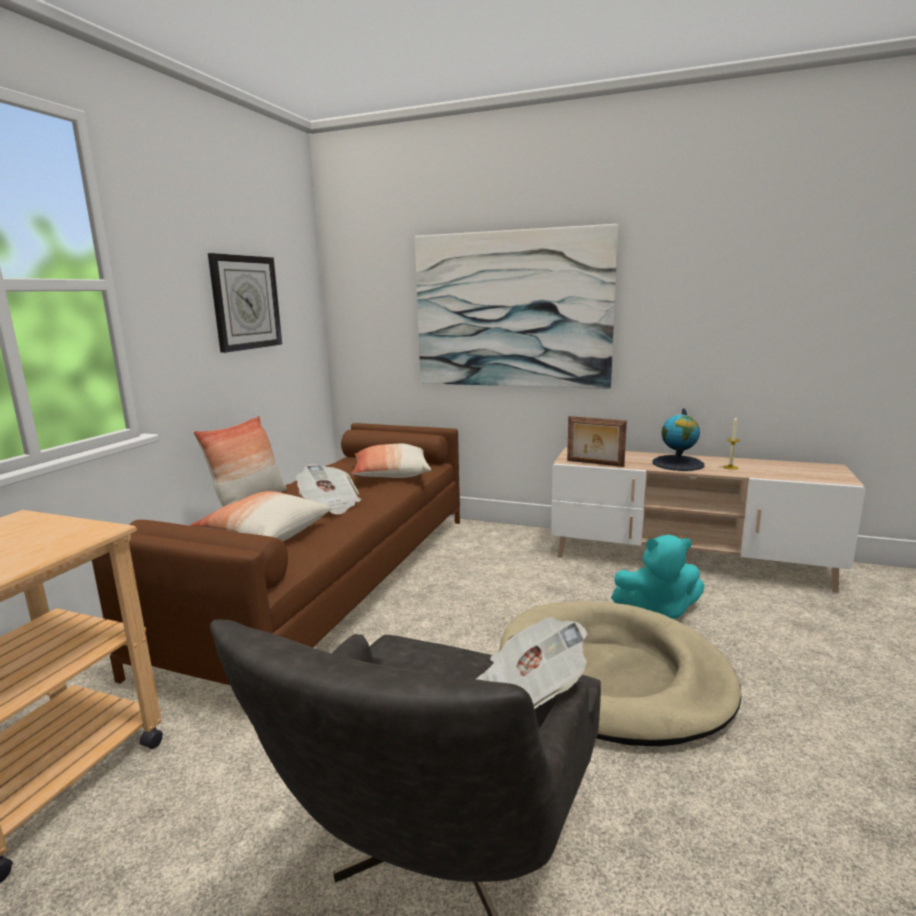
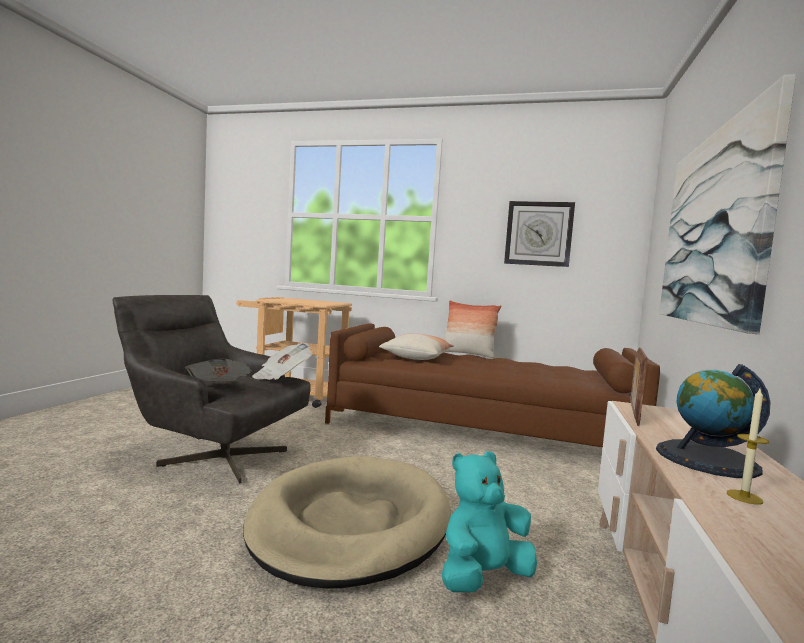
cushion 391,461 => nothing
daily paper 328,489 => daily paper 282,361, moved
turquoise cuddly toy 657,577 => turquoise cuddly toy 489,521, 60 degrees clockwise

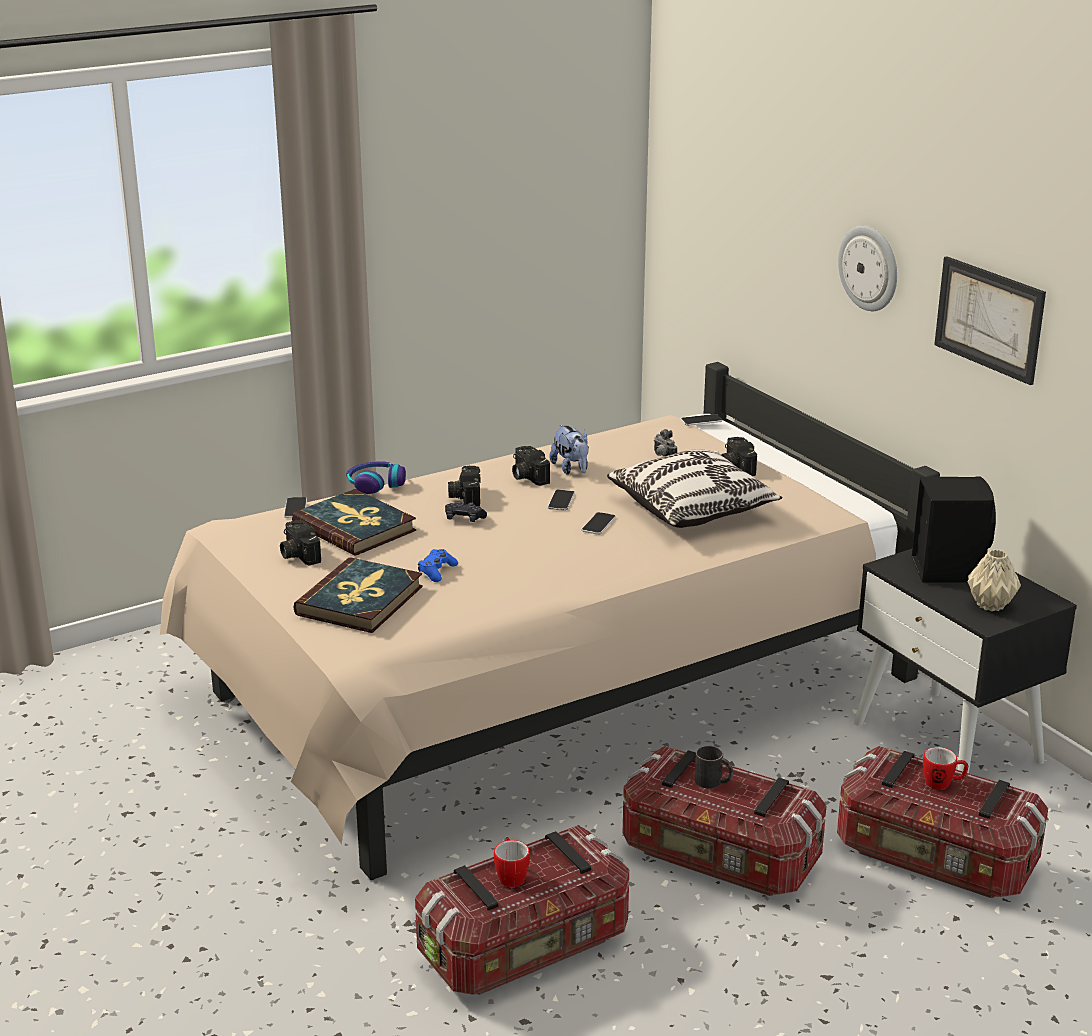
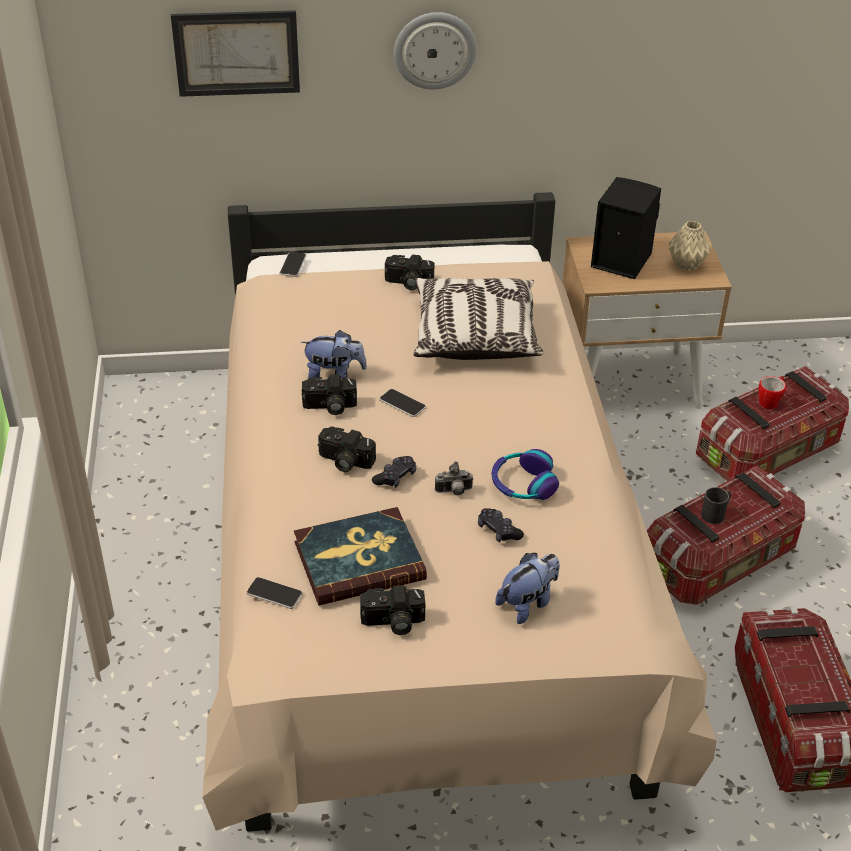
picture 990,320 => picture 235,53, moved
photo camera 665,443 => photo camera 454,478, moved
headphones 376,477 => headphones 525,474, moved
handset 598,523 => nothing
blue-coloured gamepad 438,565 => black gamepad 501,525
black night table 965,661 => beige-coloured night table 647,320
bound book 358,595 => cuddly toy 527,588
mug 512,862 => nothing

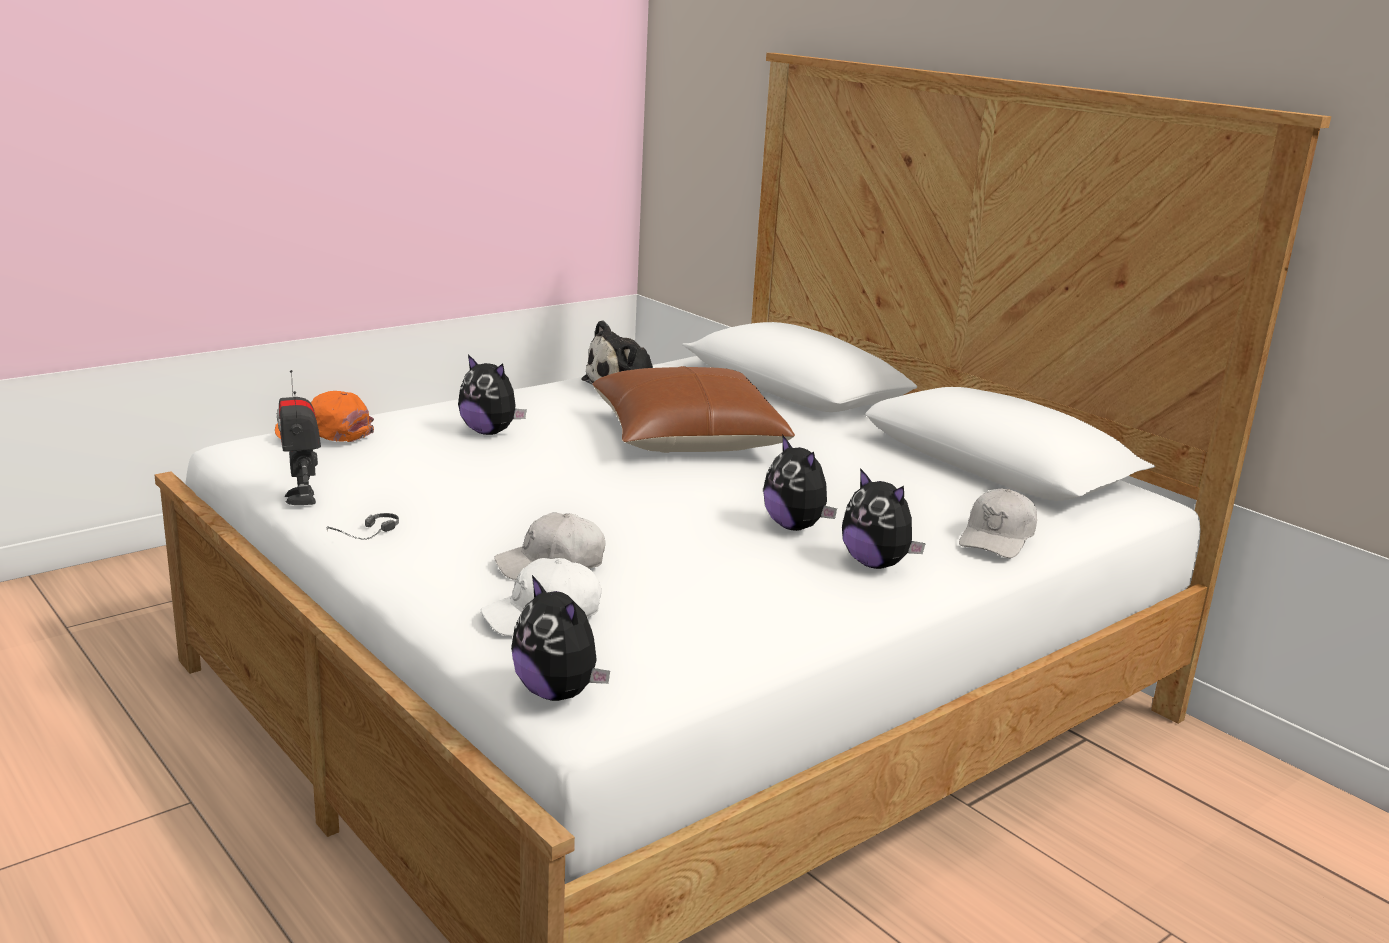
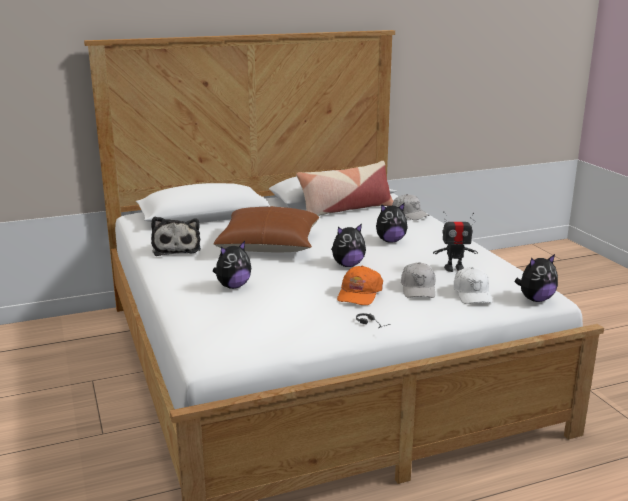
toy robot 299,437 => toy robot 455,241, moved
orangey cap 324,416 => orangey cap 360,285, moved
cuddly toy 884,518 => cuddly toy 348,245, moved
nothing => cushion 344,188

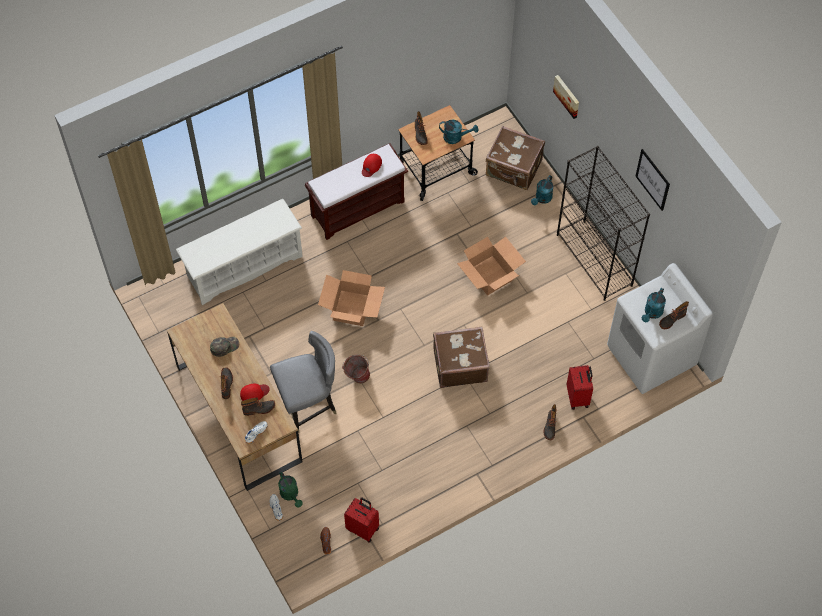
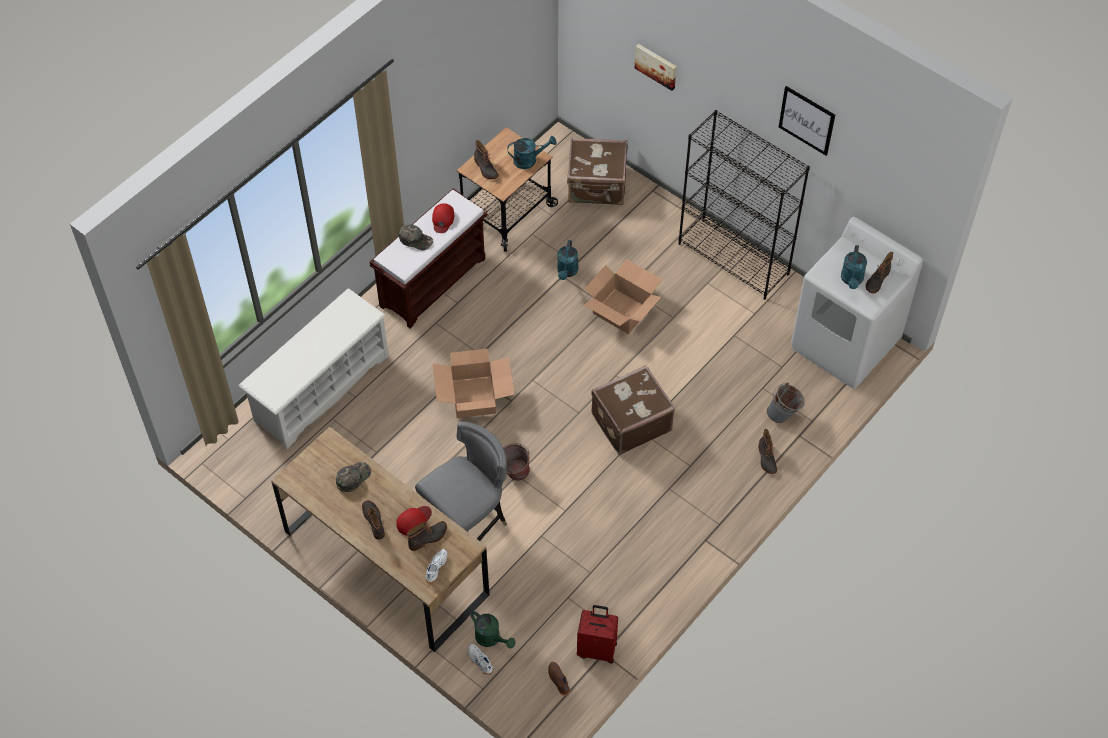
turquoise sprinkling can 542,190 => turquoise sprinkling can 568,260, moved
red-coloured travel case 580,387 => greyish water bucket 786,402
nothing => greenish cap 416,237

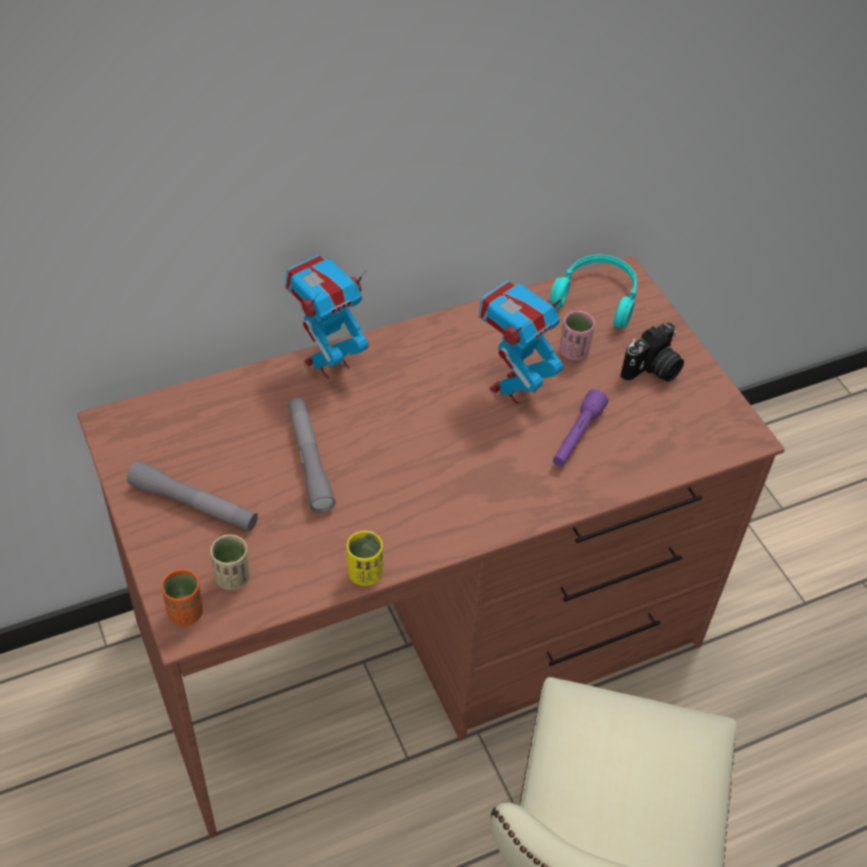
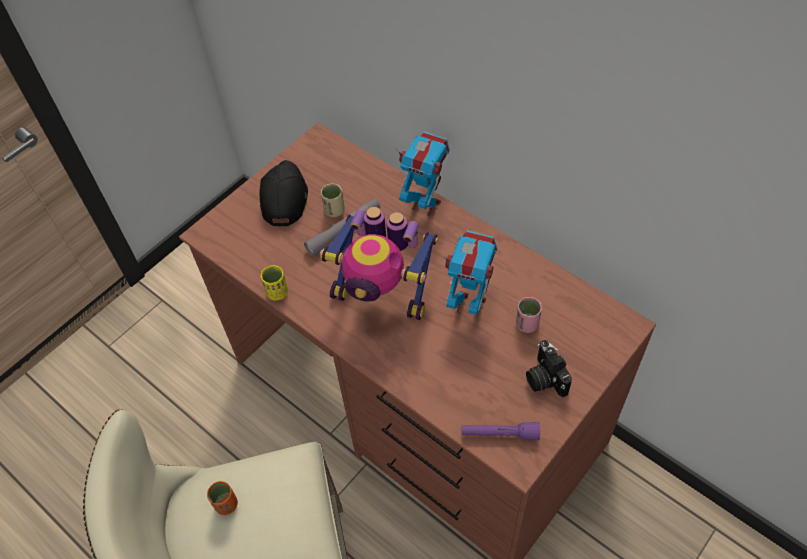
turquoise headphones 593,291 => nothing
photo camera 652,352 => photo camera 549,368, 45 degrees clockwise
purple-coloured hand torch 580,427 => purple-coloured hand torch 501,431, moved
greyish hand torch 192,495 => black cap 283,193
beige-coloured cup 230,562 => beige-coloured cup 333,200, moved
orangey cup 182,597 => orangey cup 222,498, moved
nothing => toy robot 379,263

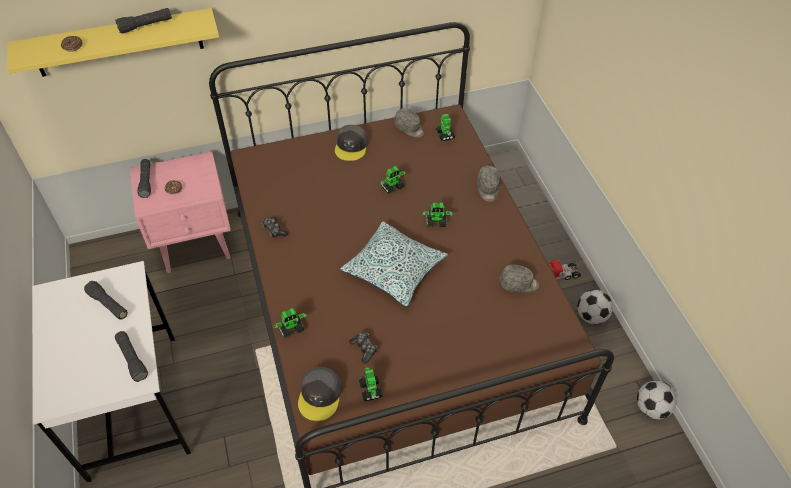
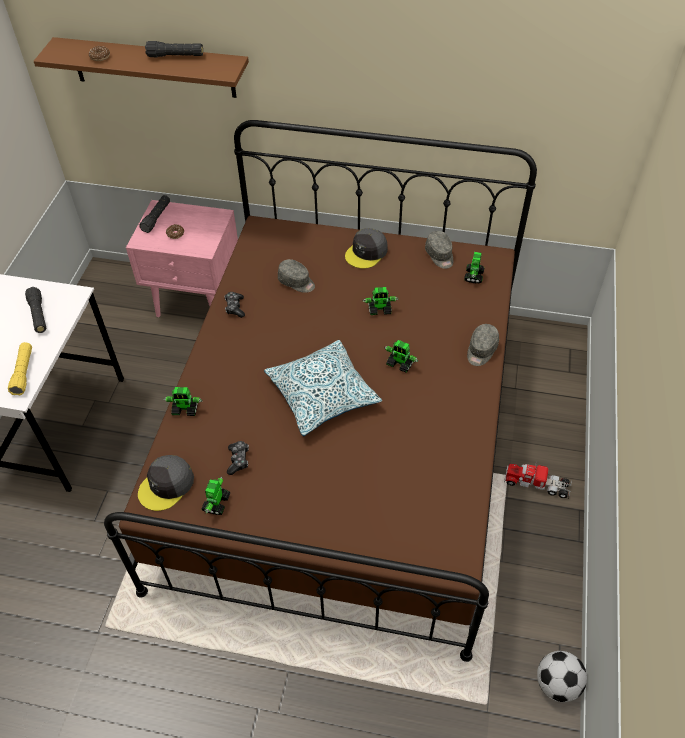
yellowish bracket shelf 113,42 => brownish bracket shelf 141,67
greyish cap 519,278 => greyish cap 296,276, moved
football ball 595,307 => nothing
black hand torch 131,356 => yellowish hand torch 20,368

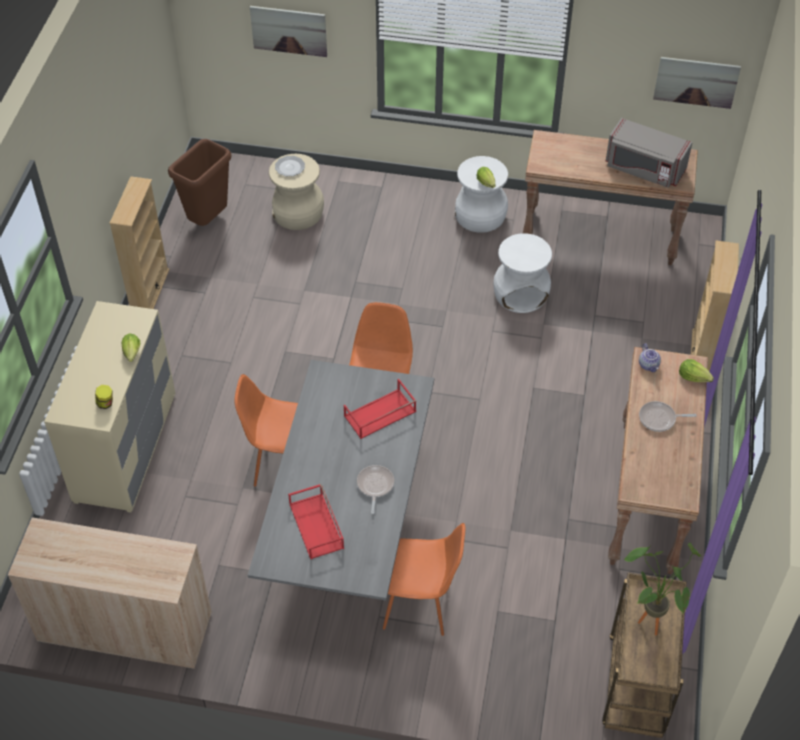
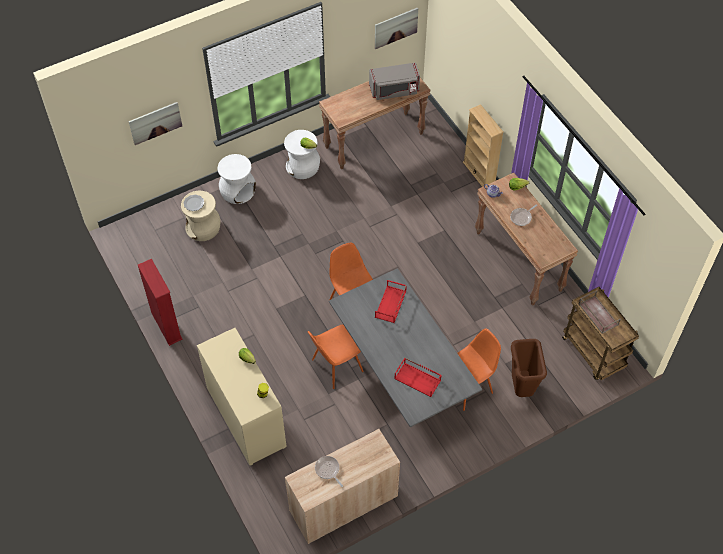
brownish rubbish bin 199,182 => brownish rubbish bin 529,368, moved
beige-coloured shelving unit 139,242 => red-coloured shelving unit 160,302
whitish sitting stool 522,273 => whitish sitting stool 237,179, moved
frying pan 375,489 => frying pan 329,471, moved
potted plant 662,588 => brownish carrying tray 600,312

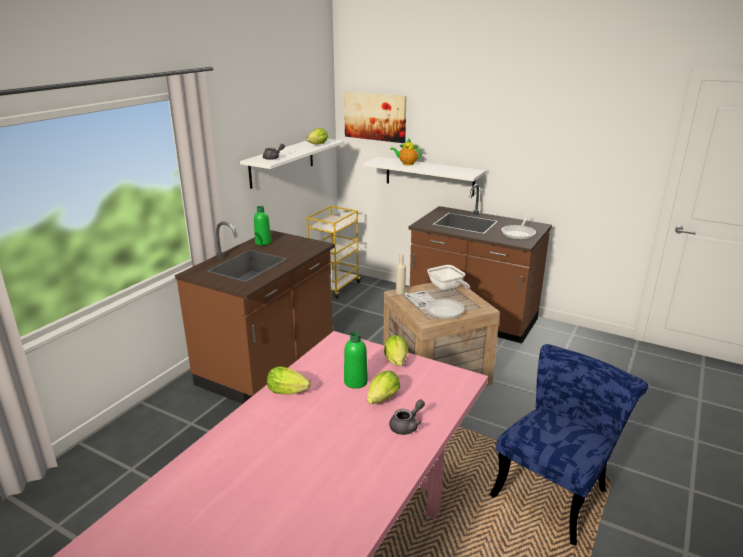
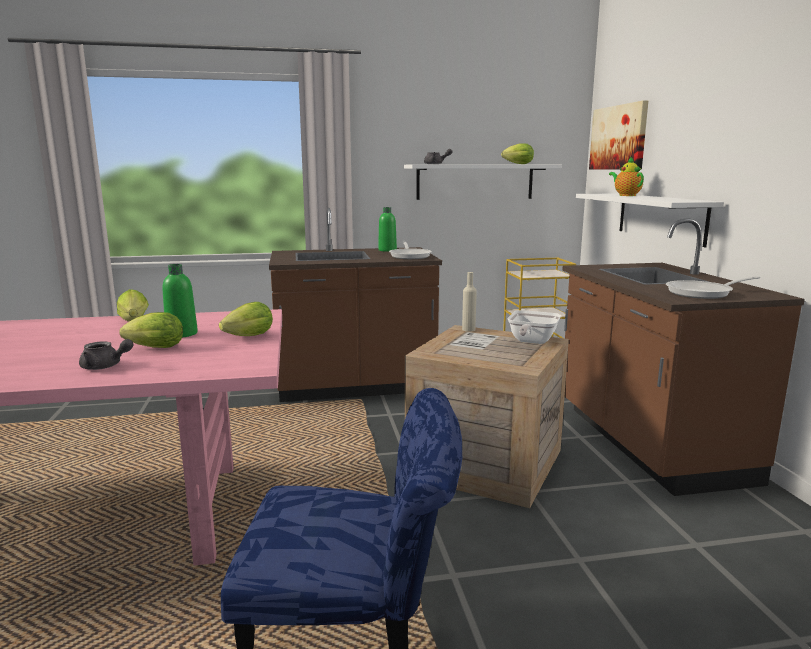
frying pan 434,306 => frying pan 410,250, moved

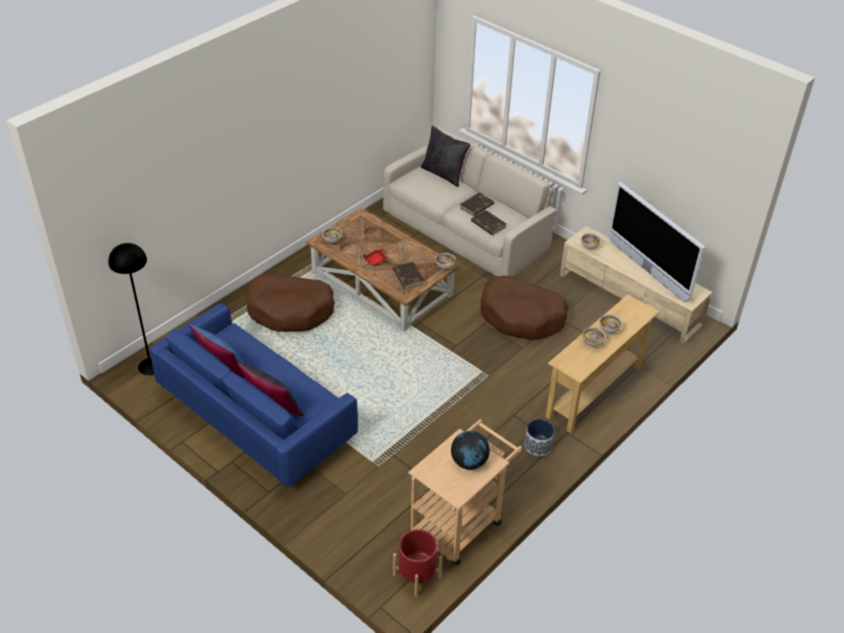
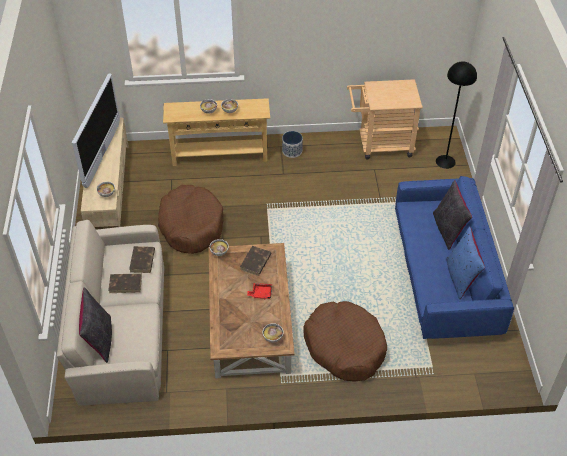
black standing lamp 131,309 => black standing lamp 456,115, moved
globe 470,450 => nothing
red-coloured planter 418,563 => nothing

